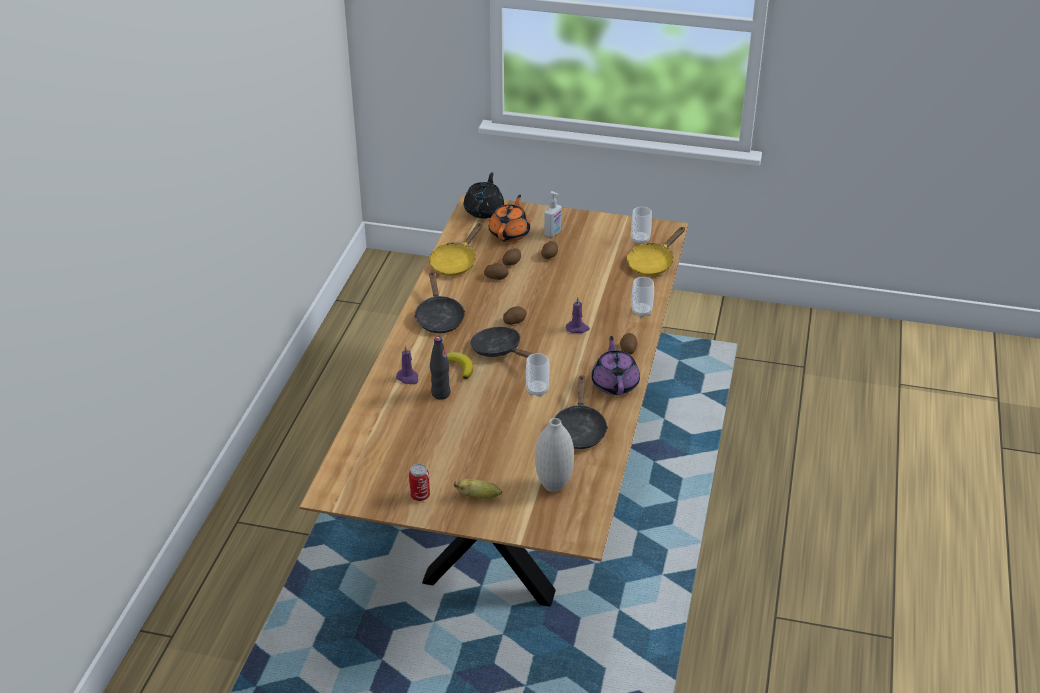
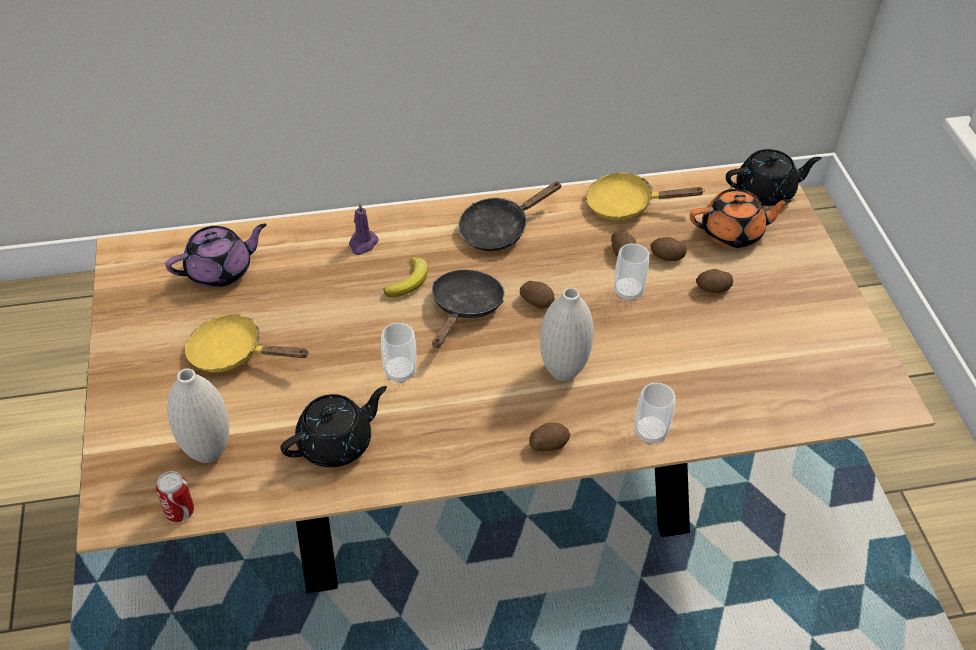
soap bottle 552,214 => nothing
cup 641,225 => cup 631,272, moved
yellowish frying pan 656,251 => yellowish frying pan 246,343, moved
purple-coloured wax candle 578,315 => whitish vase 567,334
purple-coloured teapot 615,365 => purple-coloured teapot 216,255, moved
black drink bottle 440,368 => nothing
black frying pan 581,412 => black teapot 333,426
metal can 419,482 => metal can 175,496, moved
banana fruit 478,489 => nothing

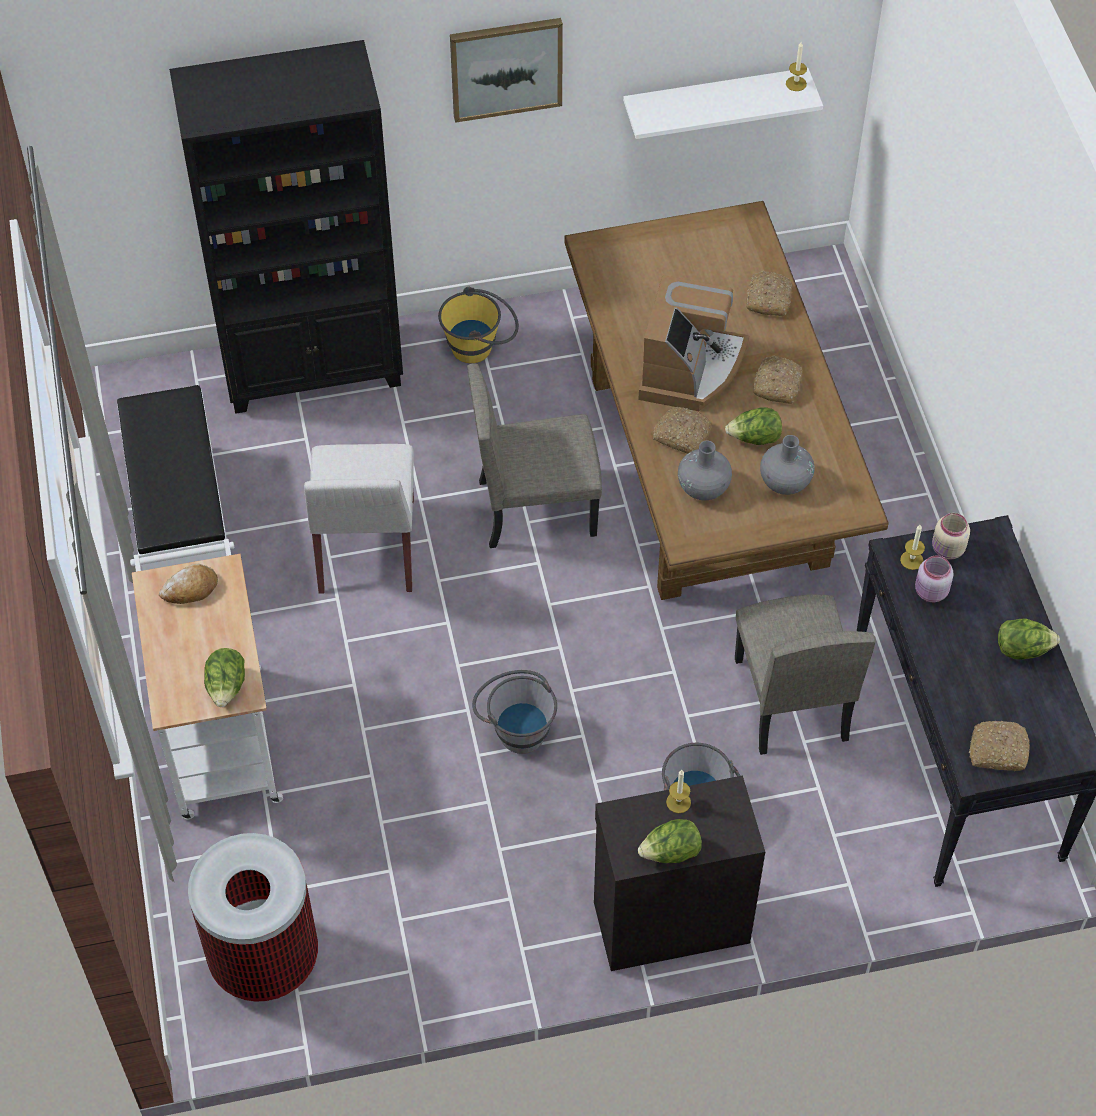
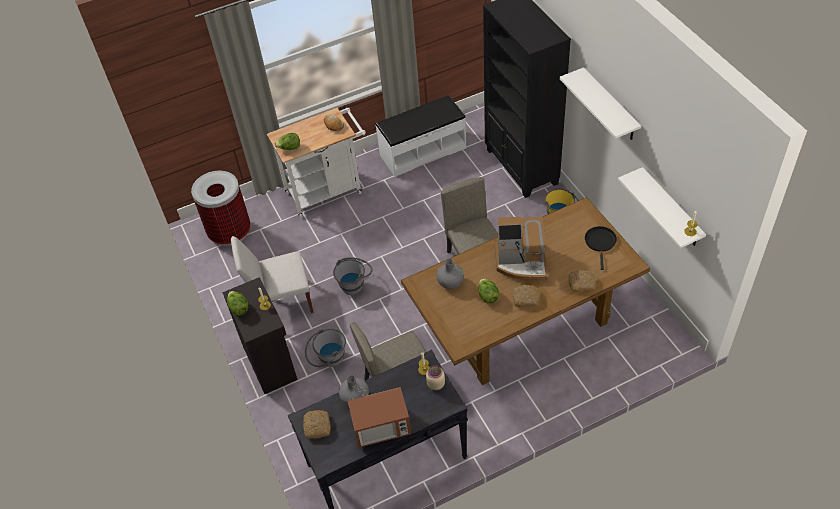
picture 506,70 => whitish bracket shelf 600,103
baked bread 682,430 => nothing
greyish vase 787,465 => greyish vase 354,390, moved
whitish plain chair 359,519 => whitish plain chair 272,274, moved
pinkish jar 934,578 => nothing
lettuce 1029,639 => microwave oven 379,417
nothing => black frying pan 601,248

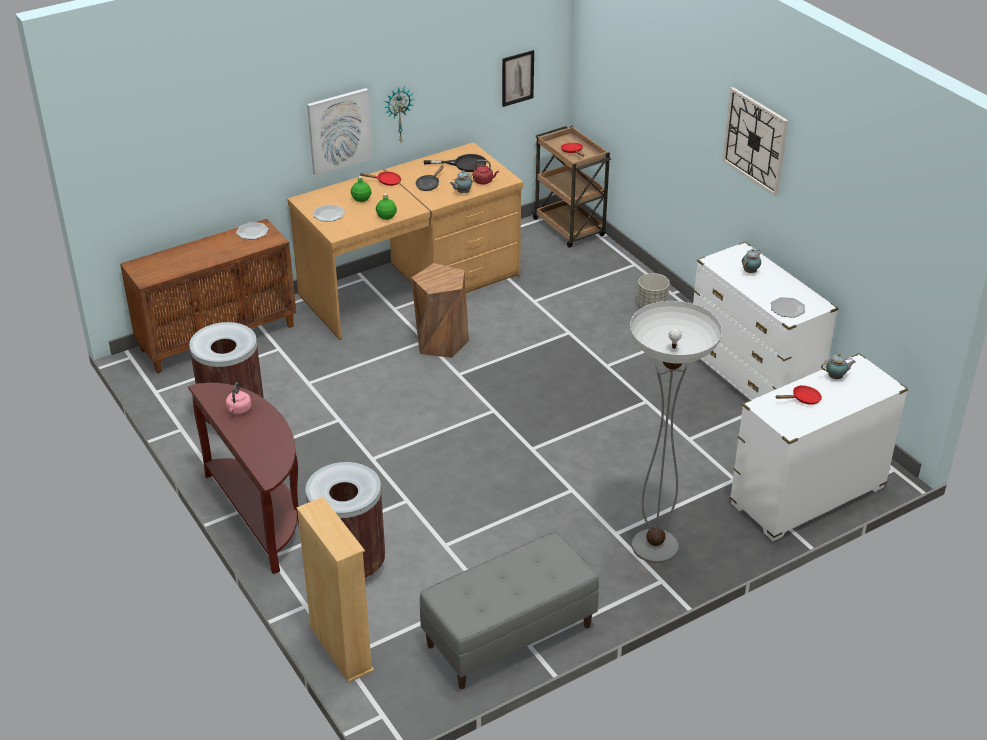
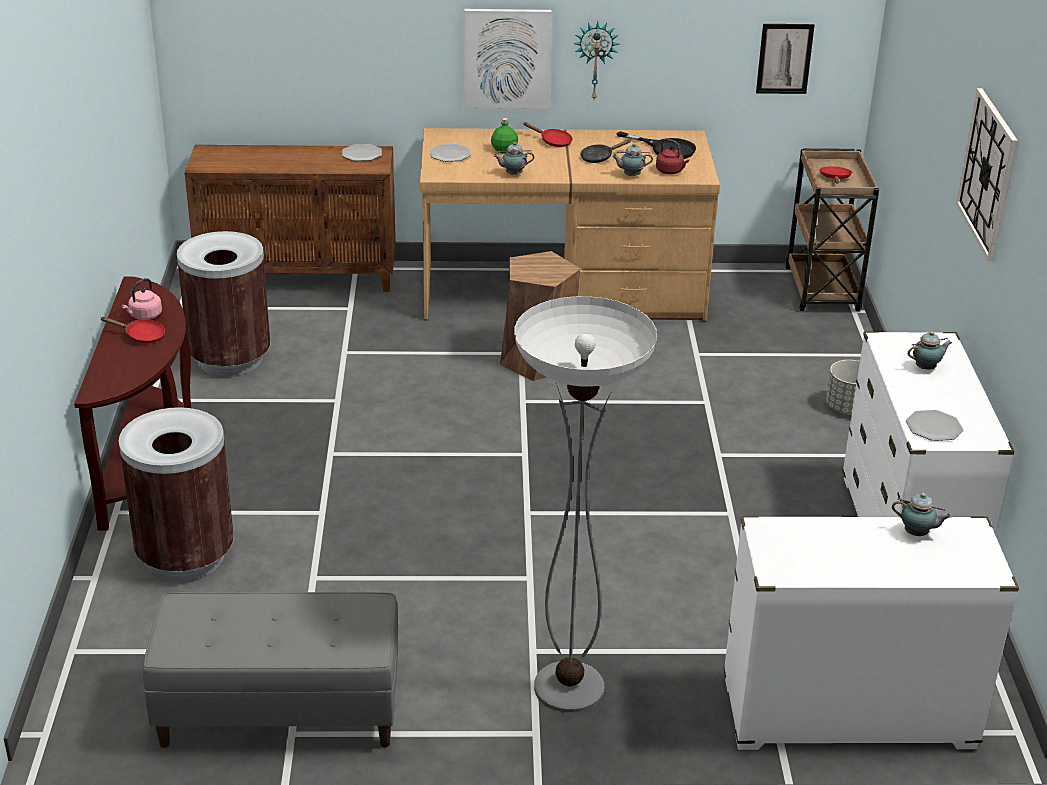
greenish drink bottle 386,206 => teapot 513,158
red-coloured frying pan 799,395 => red-coloured frying pan 132,330, moved
beige-coloured shelving unit 335,590 => nothing

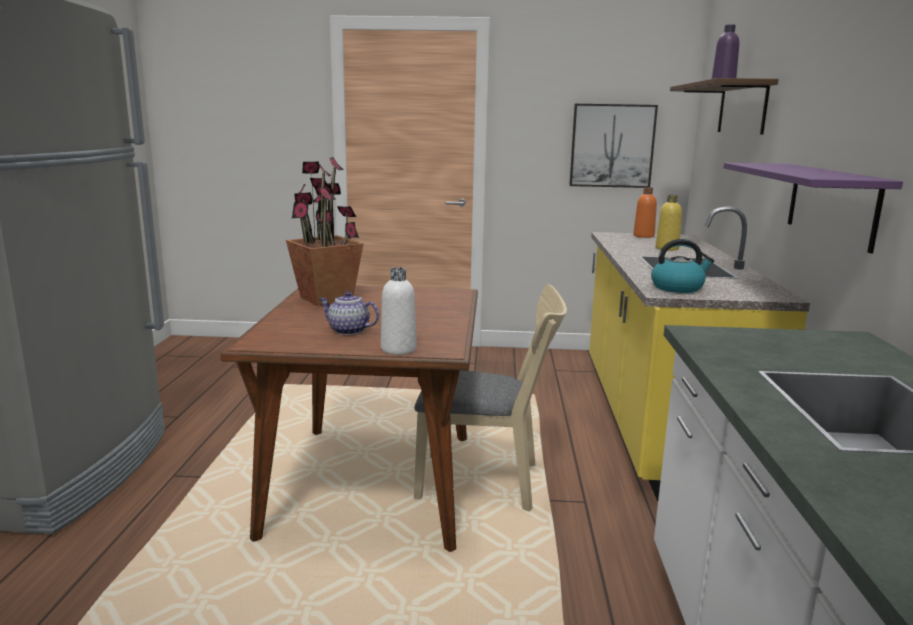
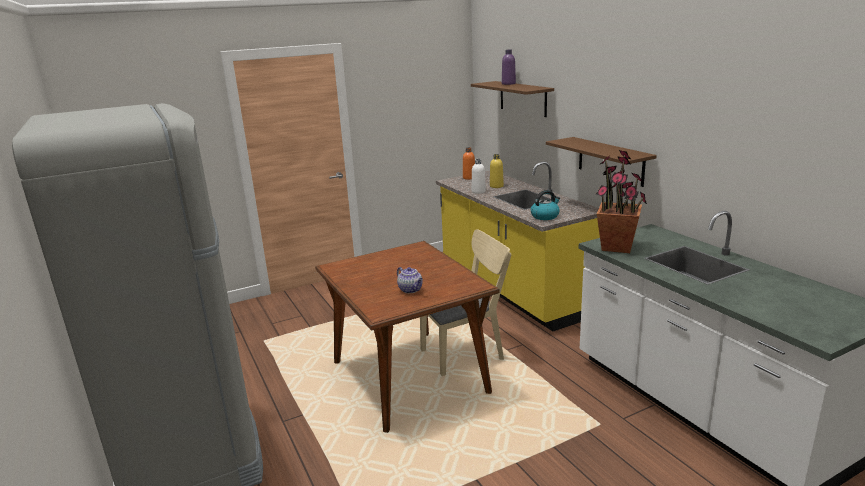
picture 613,146 => nothing
potted plant 325,231 => potted plant 621,201, moved
purple-coloured bracket shelf 813,208 => brownish bracket shelf 601,162
whitish drink bottle 398,311 => whitish drink bottle 479,176, moved
teapot 349,313 => teapot 410,280, 120 degrees counterclockwise

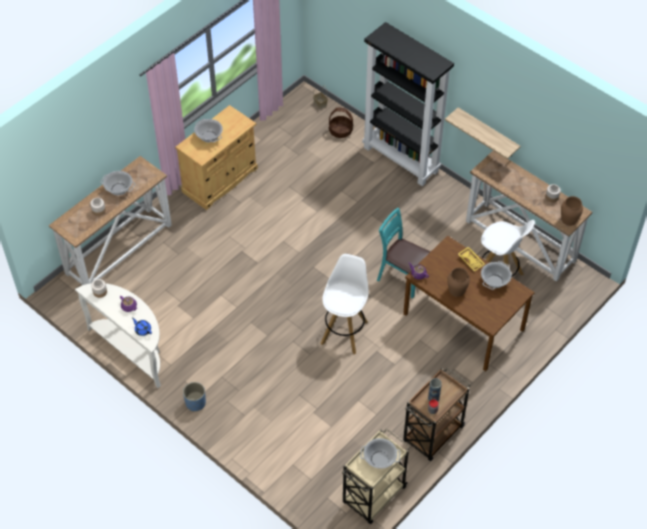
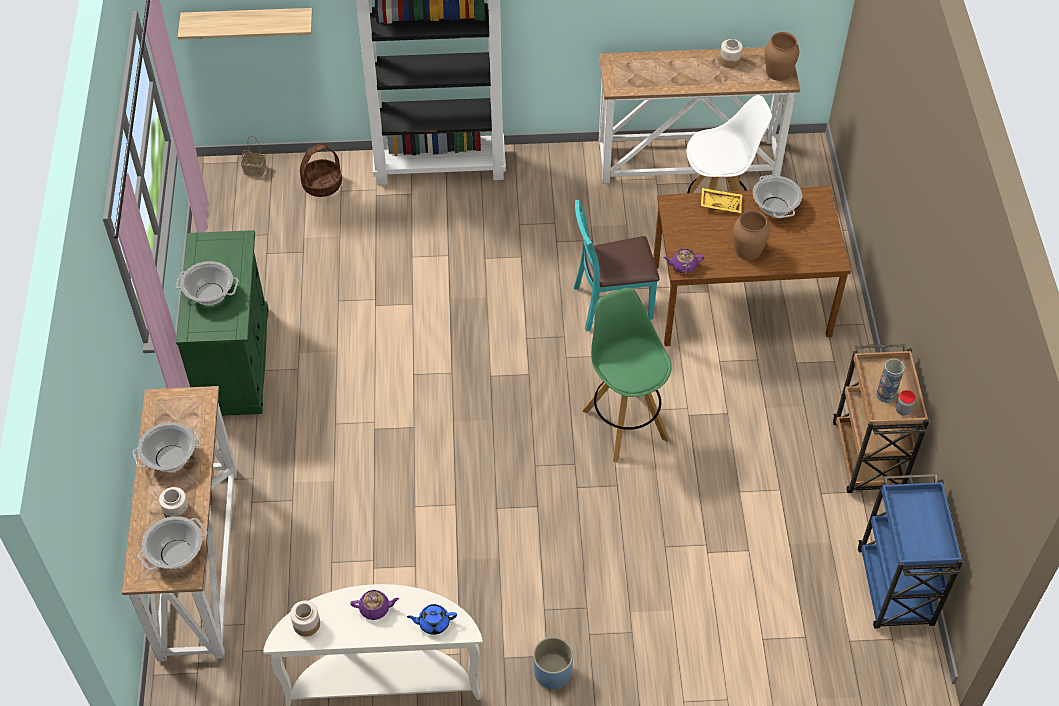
beige-coloured storage cabinet 216,157 => greenish storage cabinet 222,323
bracket shelf 483,133 => bracket shelf 245,23, moved
whitish sitting stool 345,304 => greenish sitting stool 627,375
beige-coloured cart 376,476 => blue-coloured cart 910,551
saucepot 380,453 => saucepot 172,543, moved

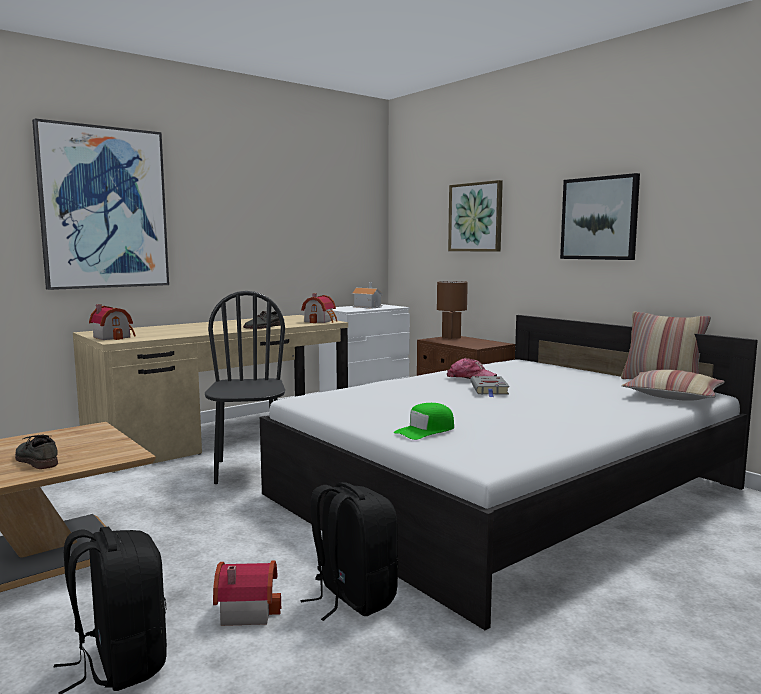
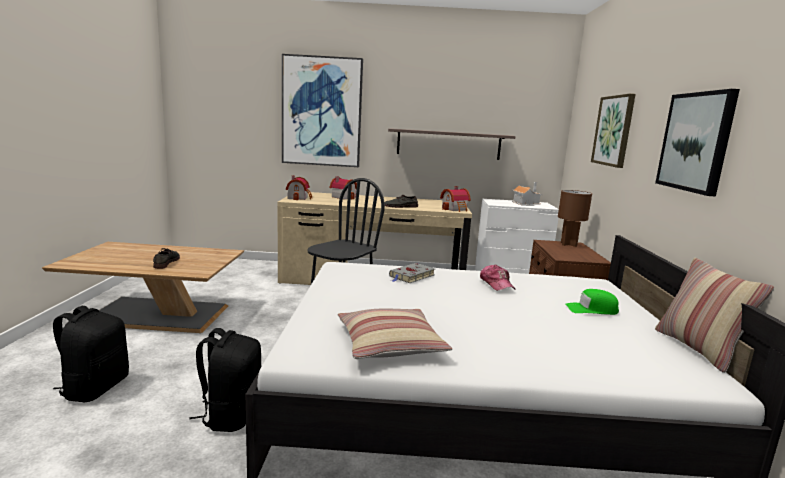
cushion 673,385 => cushion 395,334, moved
greyish bound book 490,386 => greyish bound book 412,273, moved
greenish cap 424,421 => greenish cap 592,302, moved
miniature house 247,593 => miniature house 343,188, moved
nothing => bracket shelf 452,144

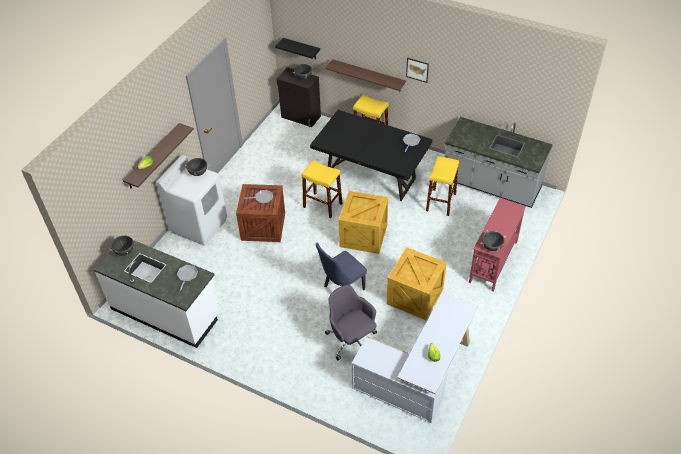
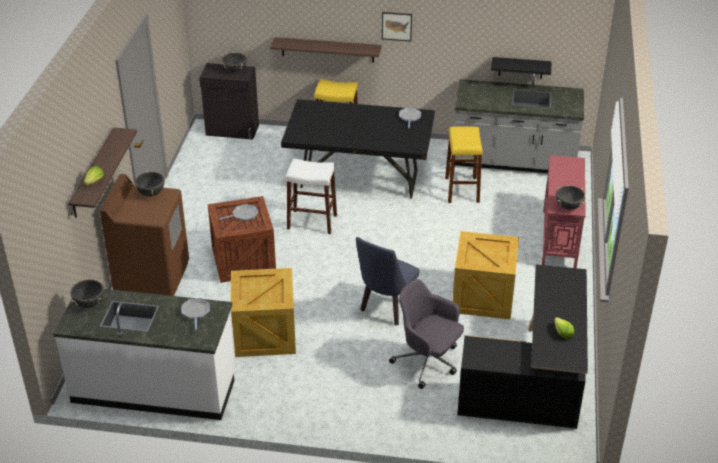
black bracket shelf 297,48 => black bracket shelf 521,68, moved
whitish laundry appliance 191,200 => brownish laundry appliance 144,235
yellowish sitting stool 322,189 => whitish sitting stool 311,196
crate 363,222 => crate 263,312, moved
whitish desk unit 414,357 => black desk unit 522,347

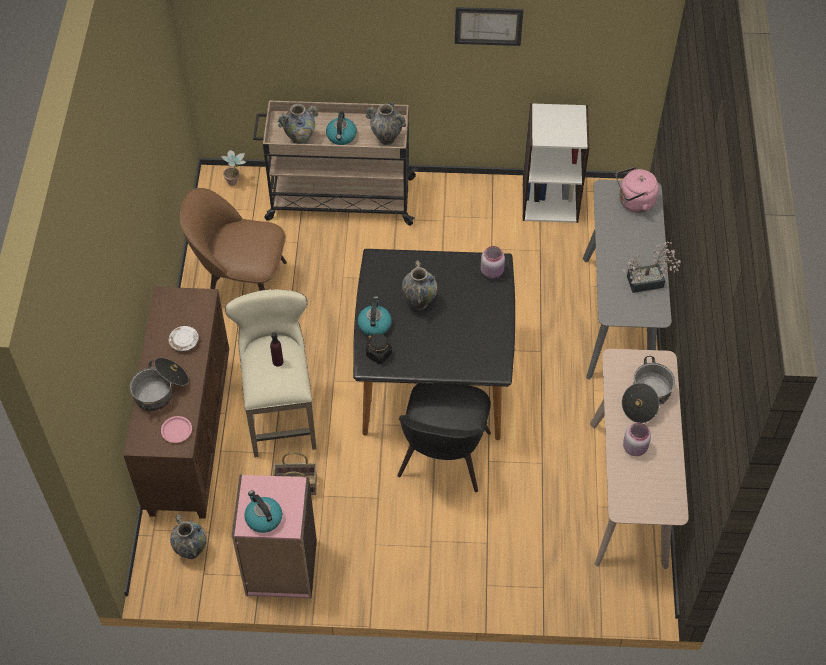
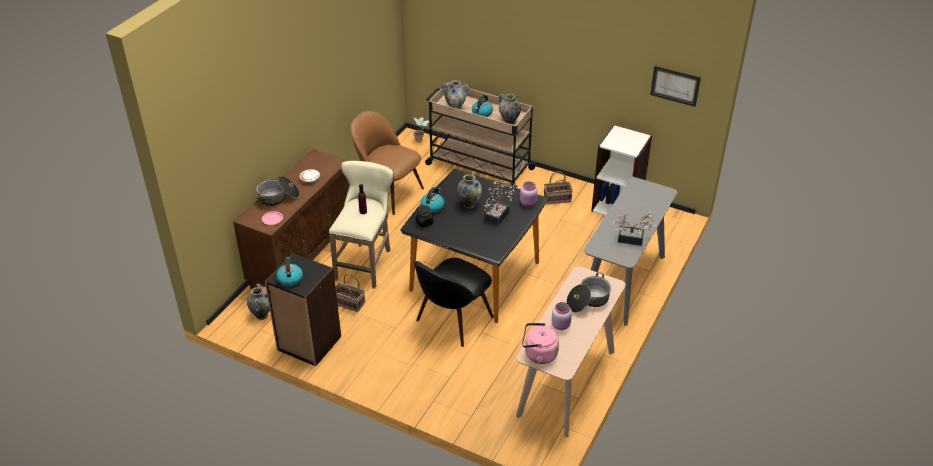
picture 489,26 => picture 675,86, moved
pinkish tea kettle 637,190 => pinkish tea kettle 540,343, moved
pinkish shelving unit 274,537 => black shelving unit 303,309
nothing => storage basket 558,187
nothing => potted plant 499,203

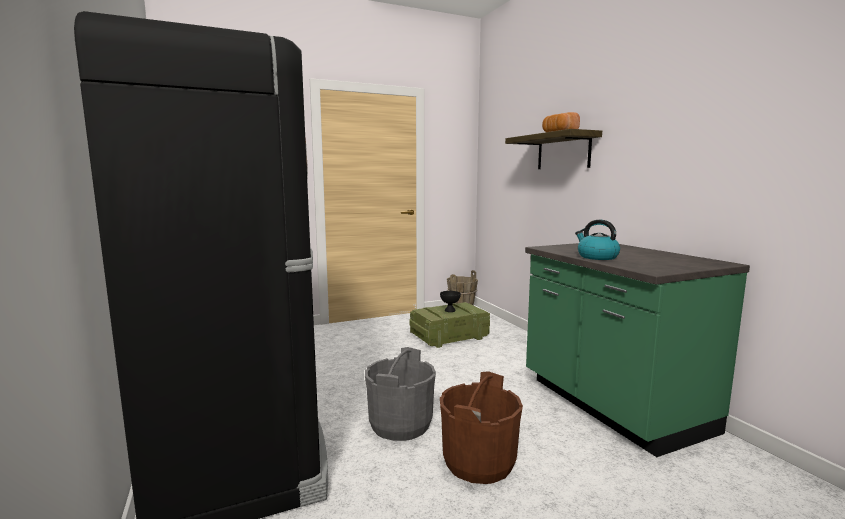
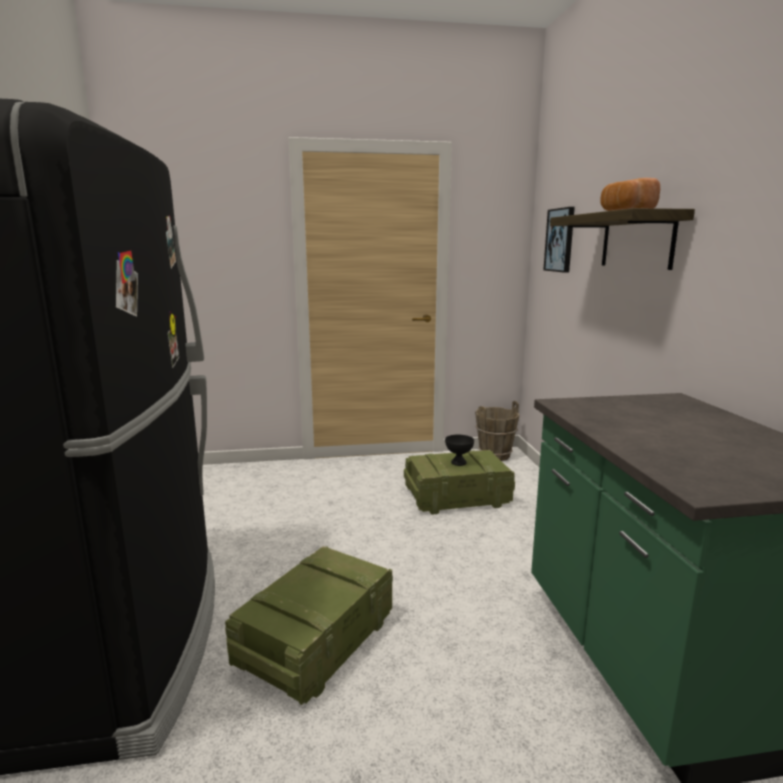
tea kettle 597,240 => nothing
greyish water bucket 400,394 => crate 309,625
brownish water bucket 481,427 => nothing
nothing => picture 559,240

